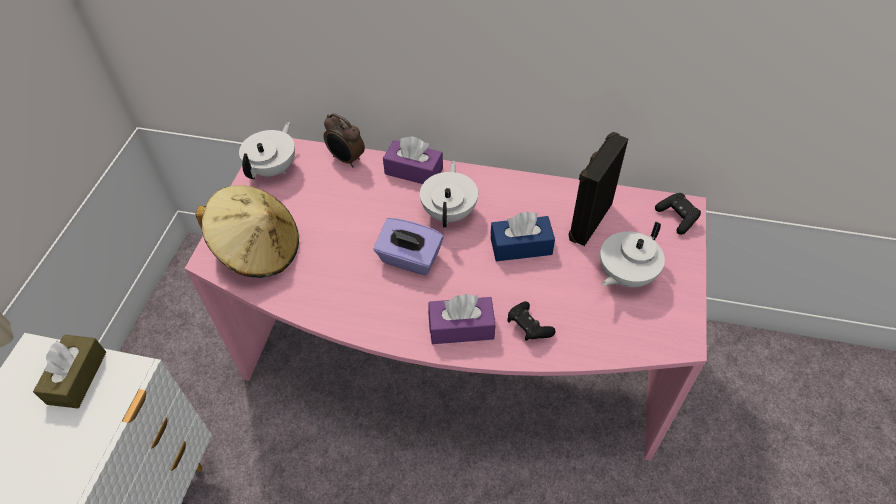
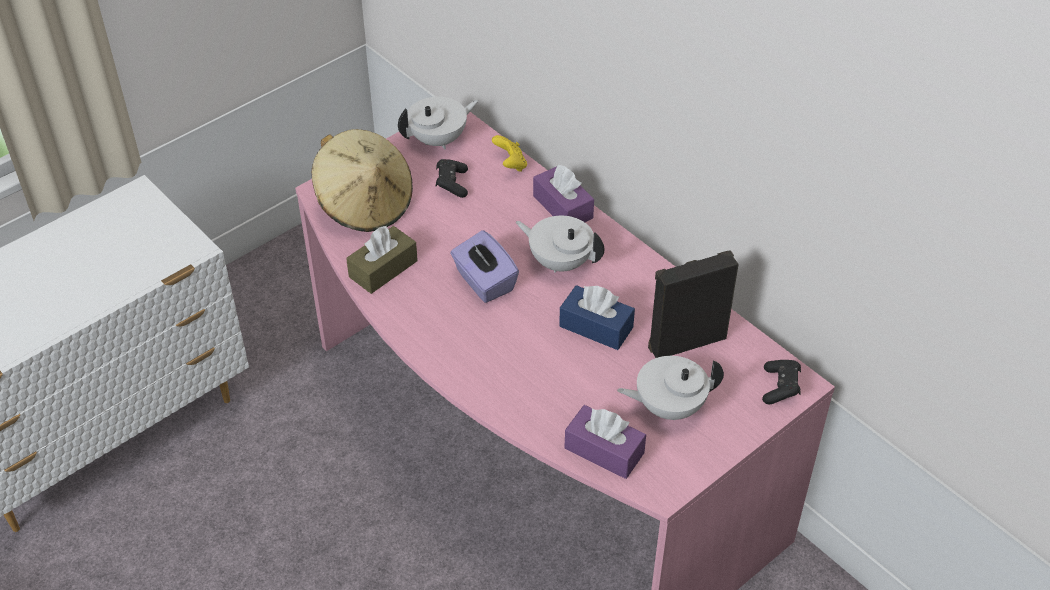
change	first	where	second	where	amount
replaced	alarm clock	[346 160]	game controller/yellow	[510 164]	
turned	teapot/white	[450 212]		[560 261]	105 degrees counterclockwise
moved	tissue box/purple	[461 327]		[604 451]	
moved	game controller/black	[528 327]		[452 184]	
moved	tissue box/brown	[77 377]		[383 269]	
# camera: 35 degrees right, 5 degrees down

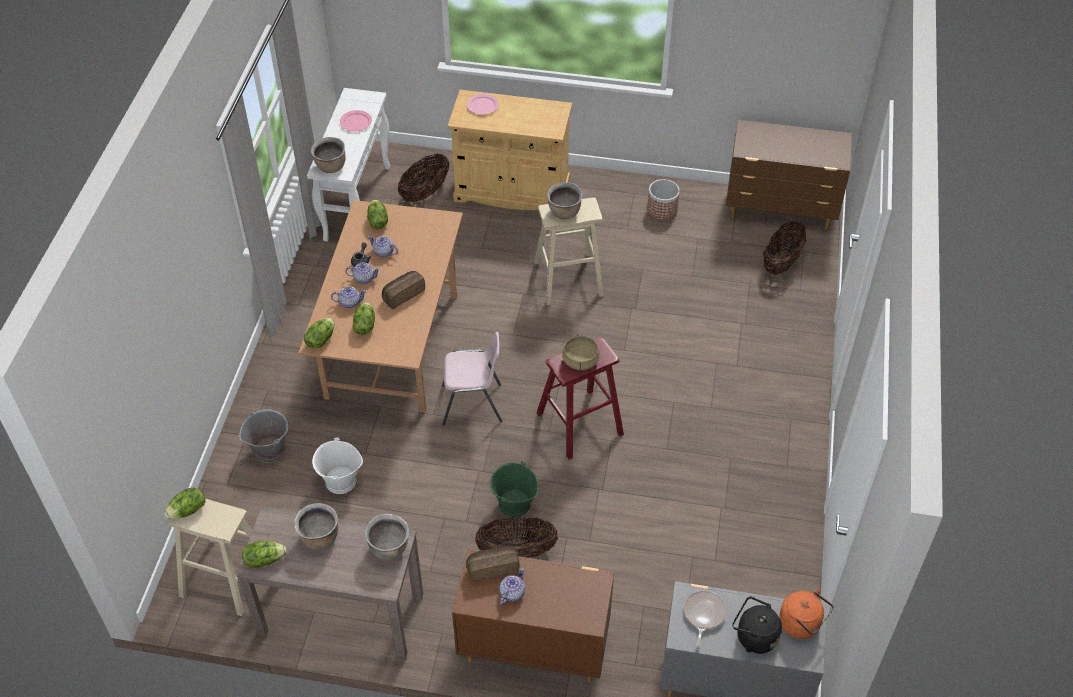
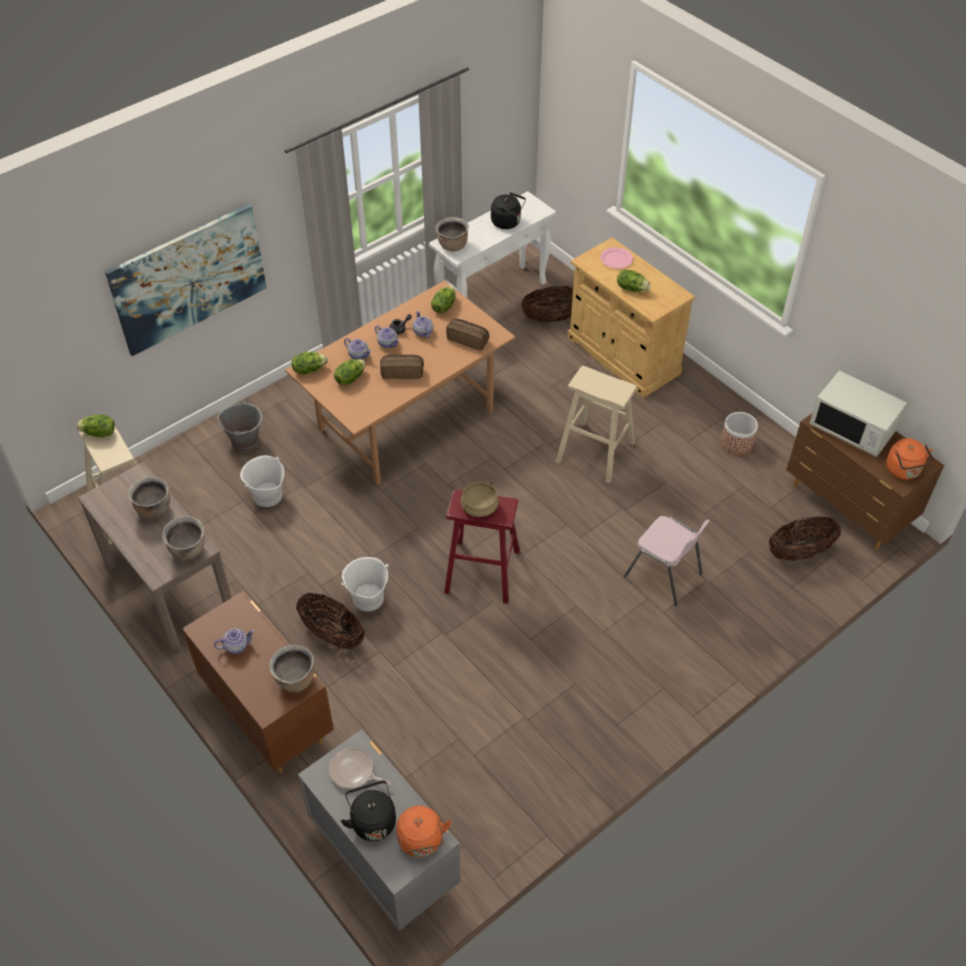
change	first	where	second	where	amount
replaced	plate/pink	[356 122]	kettle/black	[508 222]	
moved	cooking pot/brown	[564 213]		[295 680]	
moved	chair/pink	[472 404]		[663 575]	
recoloured	bucket/green	[514 504]	bucket/white	[367 598]	
moved	lettuce	[264 559]		[631 288]	
moved	bread	[492 567]		[468 339]	
turned	frying pan	[703 614]		[353 771]	120 degrees counterclockwise
added			picture	[189 279]	
added			microwave/white	[852 429]	
added			kettle/orange	[904 471]	
# camera: 40 degrees right, 0 degrees up

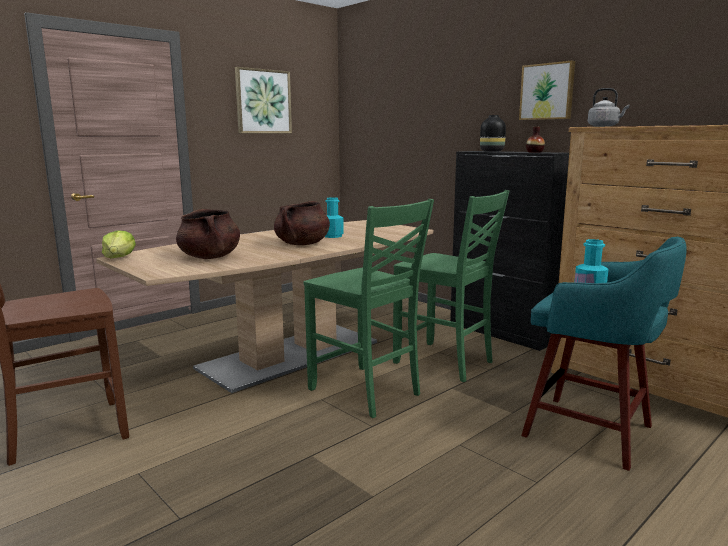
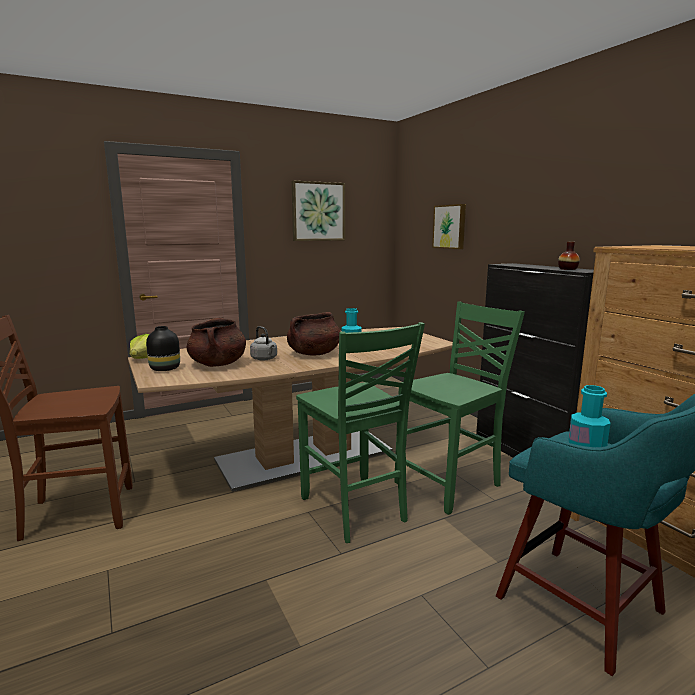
change	first	where	second	where	amount
moved	picture	[547 91]		[450 226]	
moved	kettle/grey	[604 126]		[265 359]	
moved	vase/black	[492 151]		[165 369]	
turned	chair/green	[445 362]		[451 485]	90 degrees counterclockwise
# camera: 15 degrees right, 0 degrees up

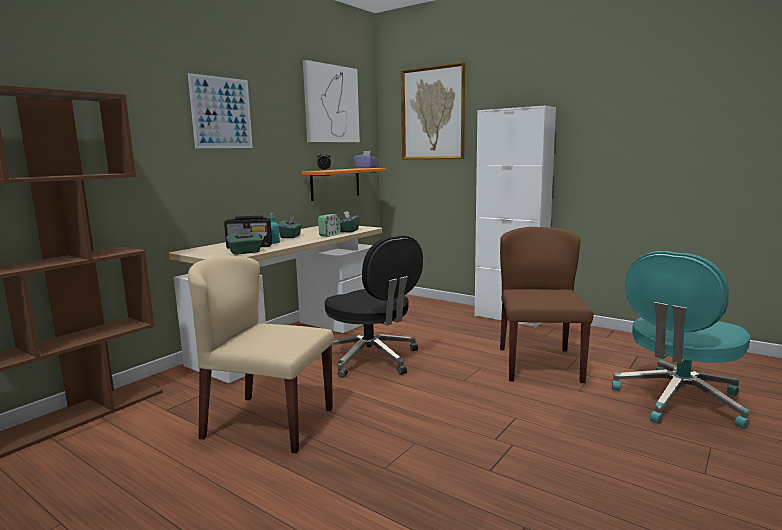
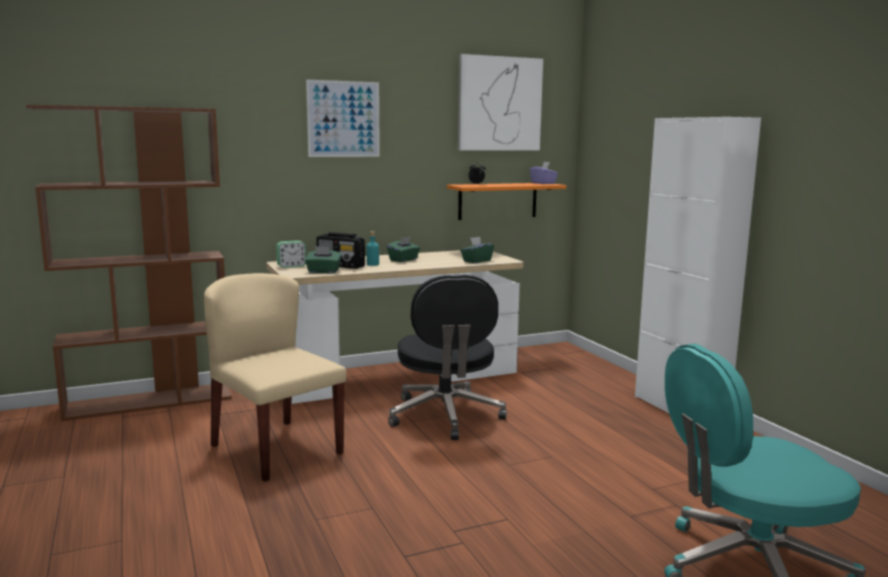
change	first	where	second	where	amount
removed	picture	[433 113]			
moved	alarm clock	[329 235]		[291 266]	
removed	chair/brown	[539 364]			
# camera: 30 degrees right, 0 degrees up

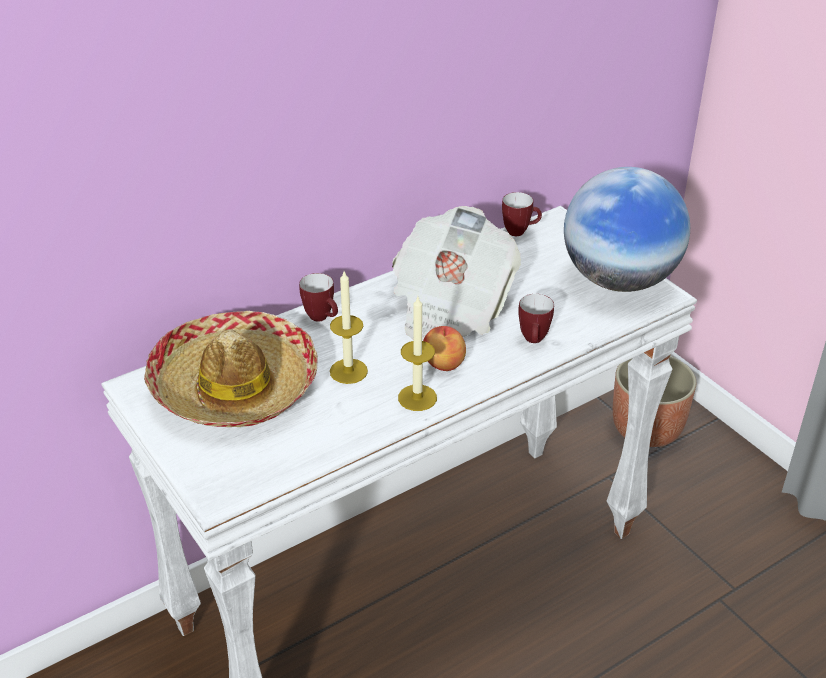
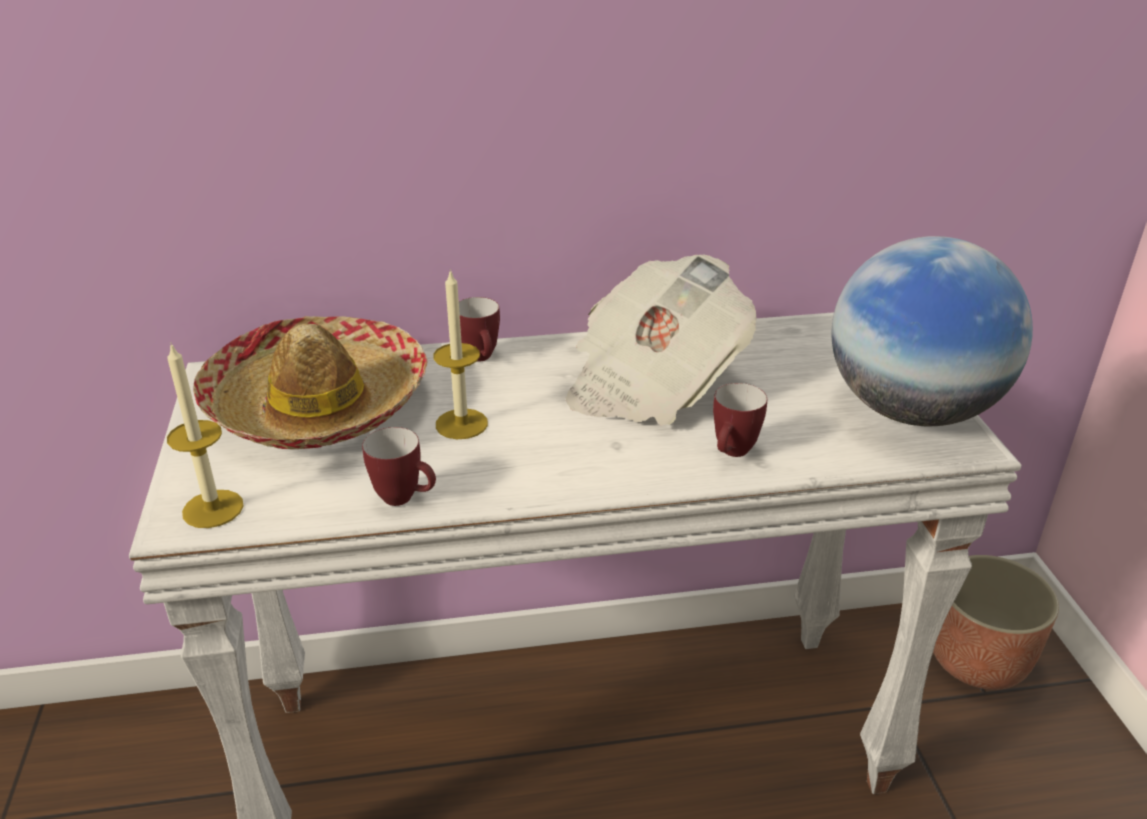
change	first	where	second	where	amount
moved	mug	[520 231]		[405 498]	
moved	candle	[417 398]		[213 509]	
removed	apple	[443 364]			
# camera: 25 degrees right, 5 degrees down

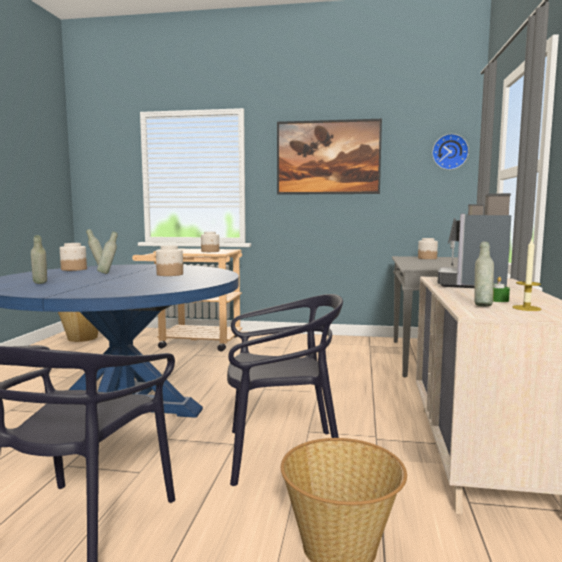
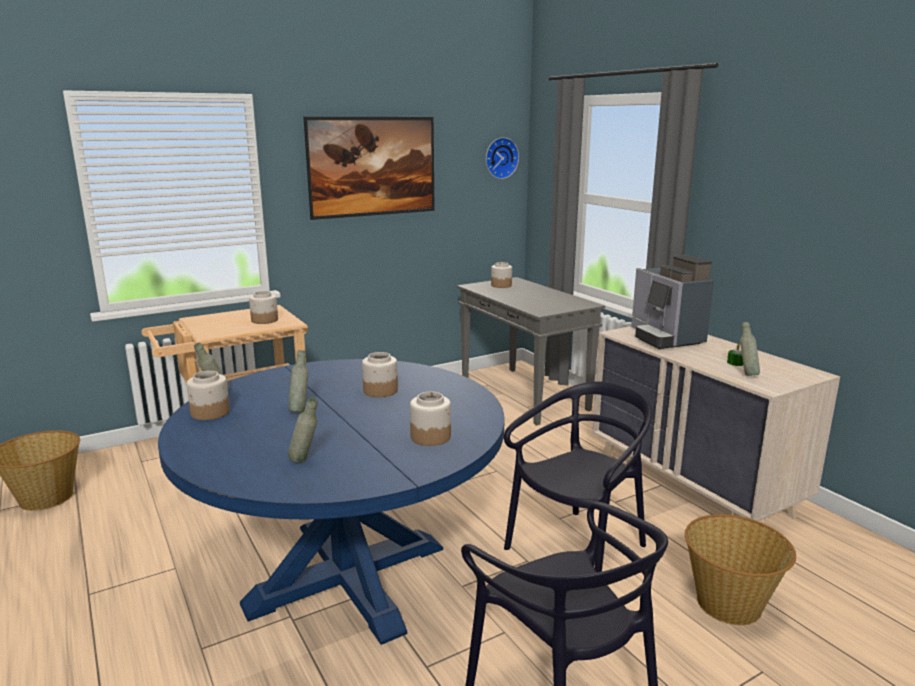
change	first	where	second	where	amount
removed	candle	[526 308]			
added			jar	[430 436]	
# camera: 40 degrees left, 10 degrees up

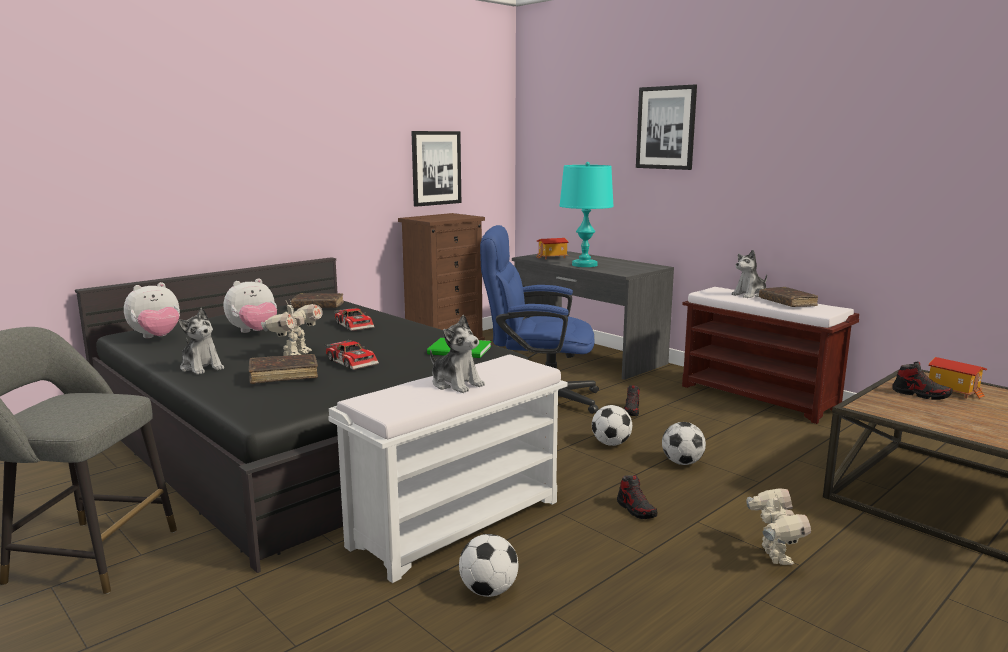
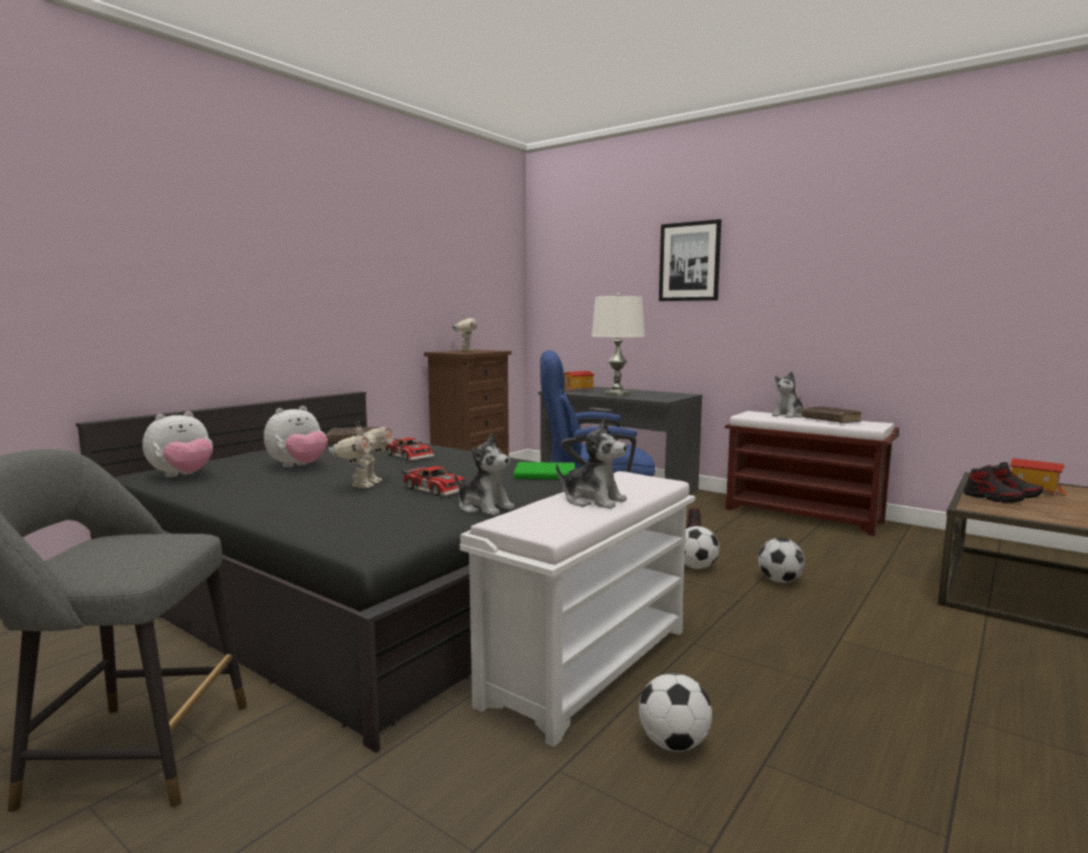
change	first	where	second	where	amount
removed	picture	[436 168]			
recoloured	table lamp/turquoise	[584 265]	table lamp/white	[617 395]	
moved	plush toy	[202 367]		[484 507]	
removed	book/brown	[284 375]			
moved	shoe	[636 509]		[993 498]	
moved	toy robot	[774 556]		[465 351]	
# camera: 10 degrees left, 5 degrees down

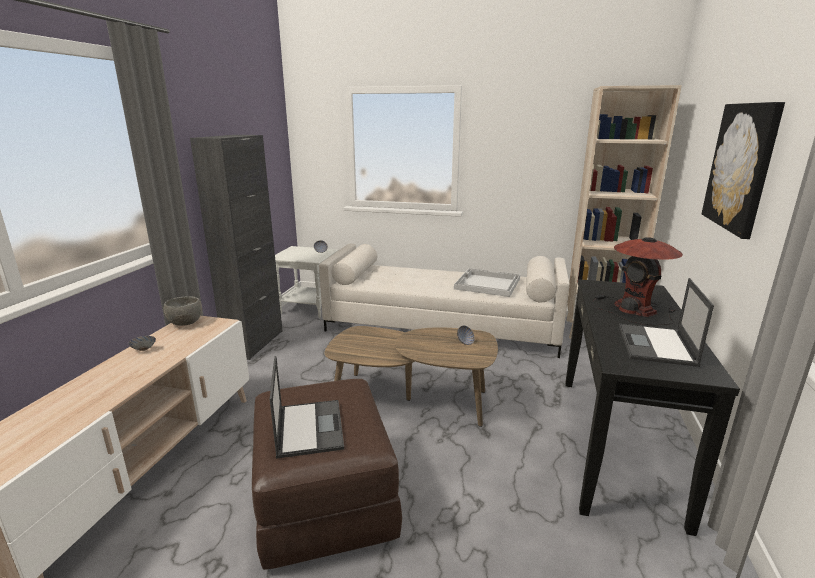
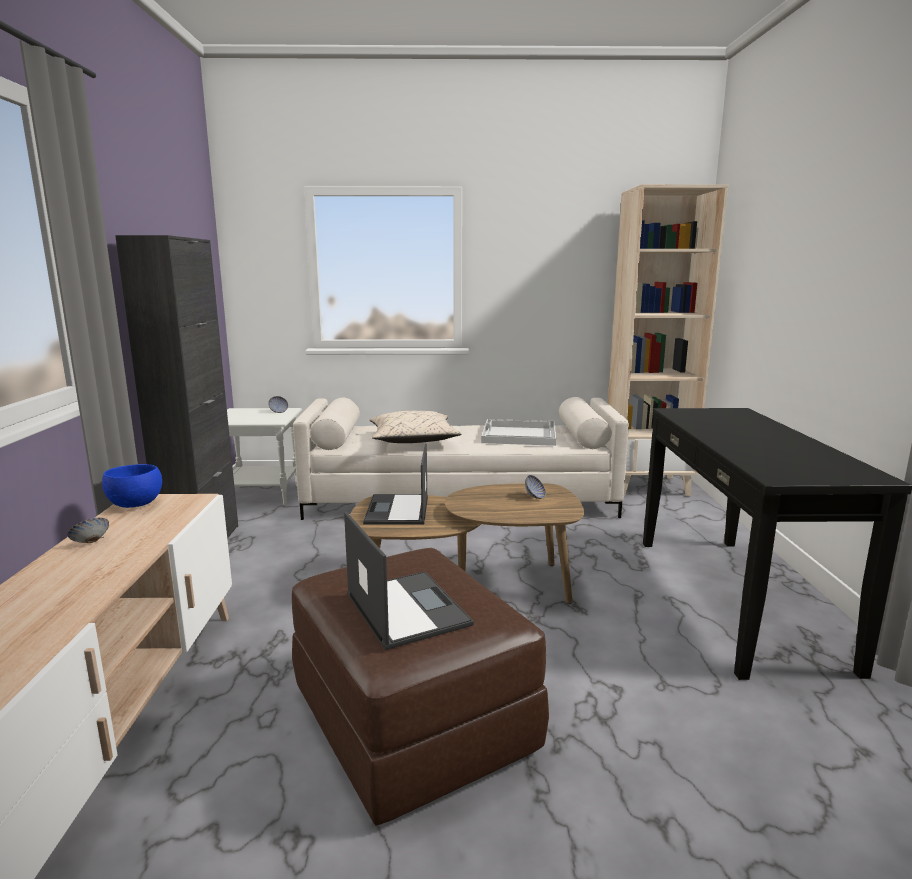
change	first	where	second	where	amount
removed	picture	[741 167]			
removed	table lamp	[635 309]			
moved	laptop	[656 345]		[397 510]	
recoloured	bowl/grey	[186 323]	bowl/blue	[136 505]	
added			pillow/beige	[413 440]	
# camera: 15 degrees left, 5 degrees down

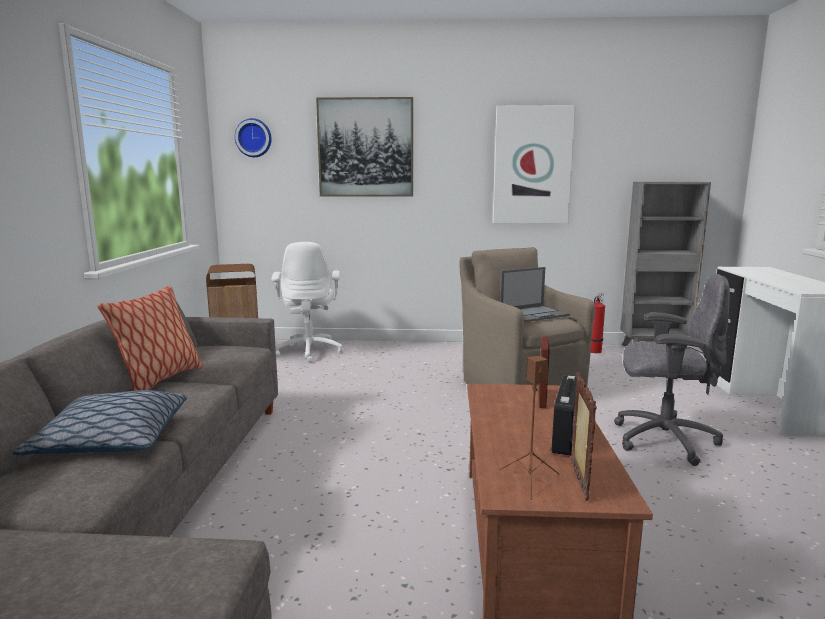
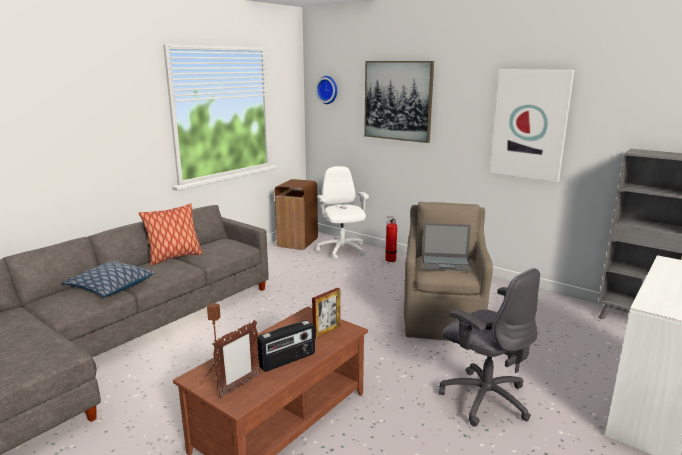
change	first	where	second	where	amount
turned	office chair/white	[310 351]		[342 251]	135 degrees clockwise
moved	fire extinguisher	[595 351]		[389 260]	
# camera: 35 degrees right, 5 degrees up

